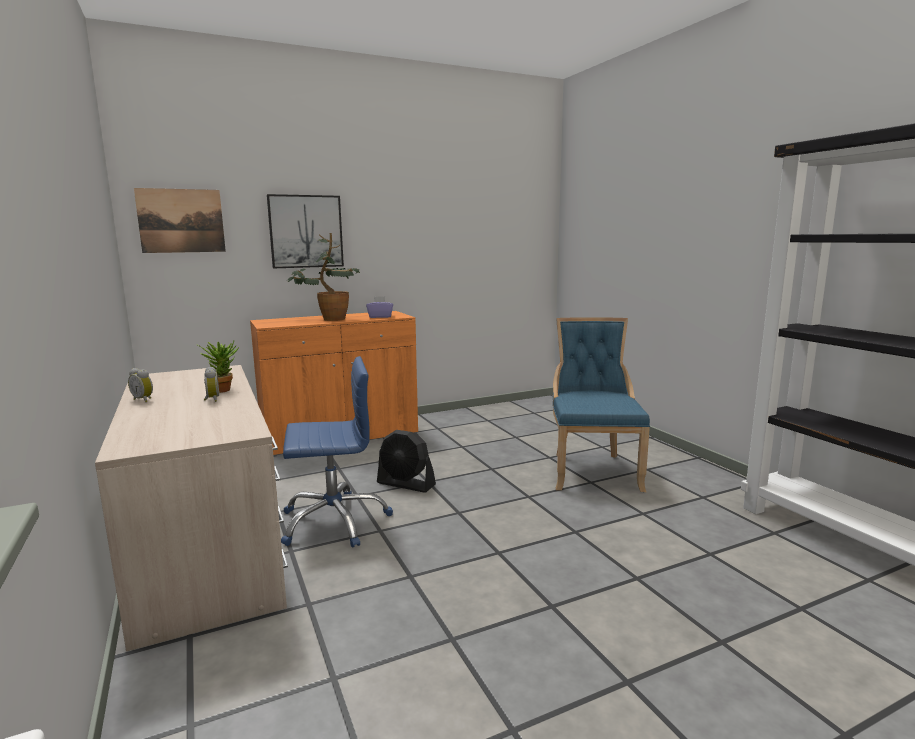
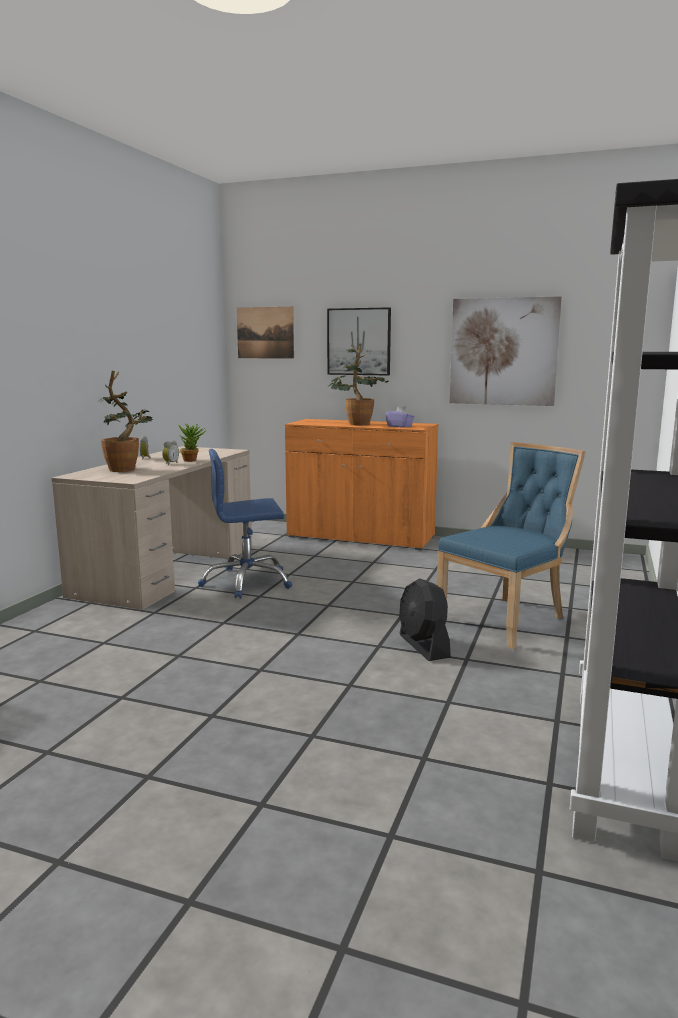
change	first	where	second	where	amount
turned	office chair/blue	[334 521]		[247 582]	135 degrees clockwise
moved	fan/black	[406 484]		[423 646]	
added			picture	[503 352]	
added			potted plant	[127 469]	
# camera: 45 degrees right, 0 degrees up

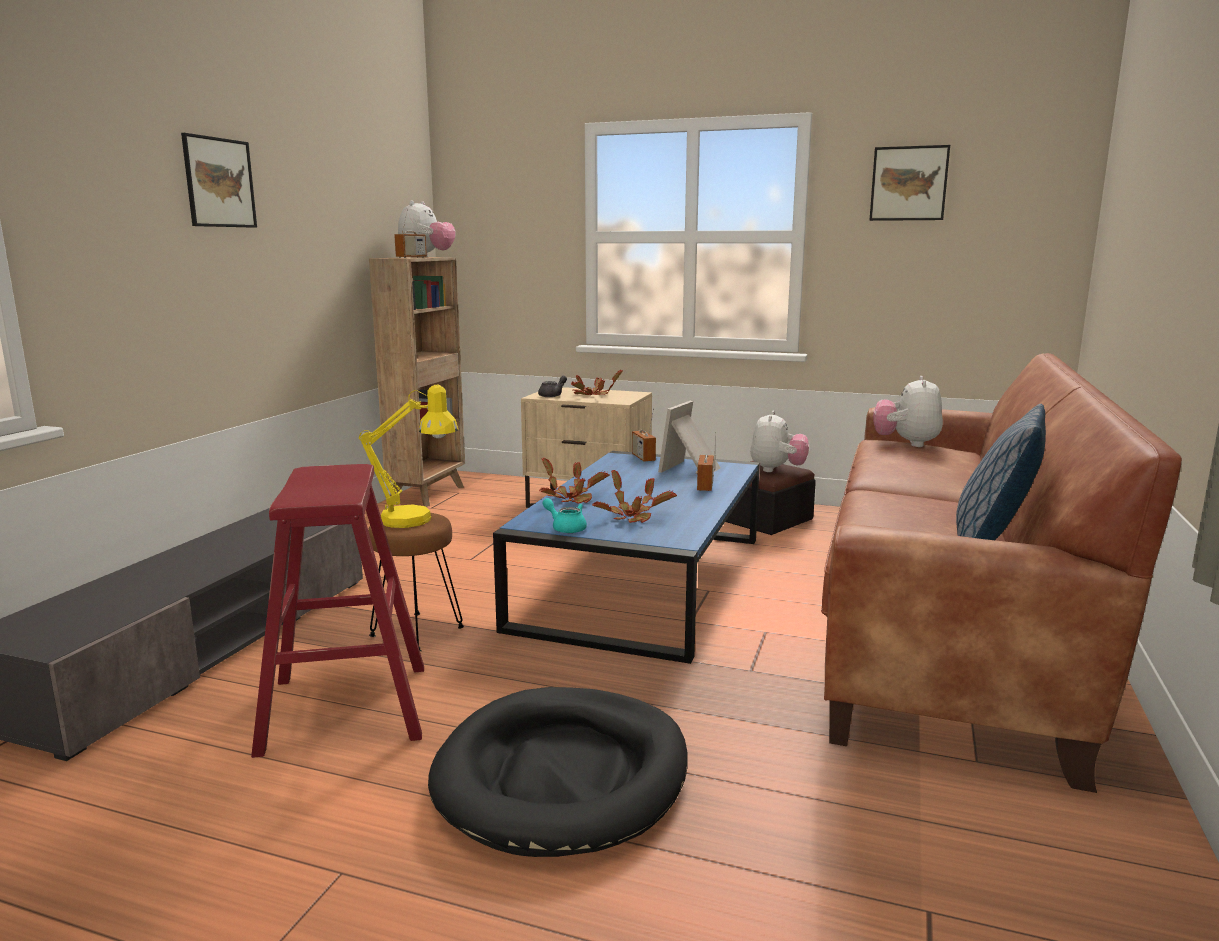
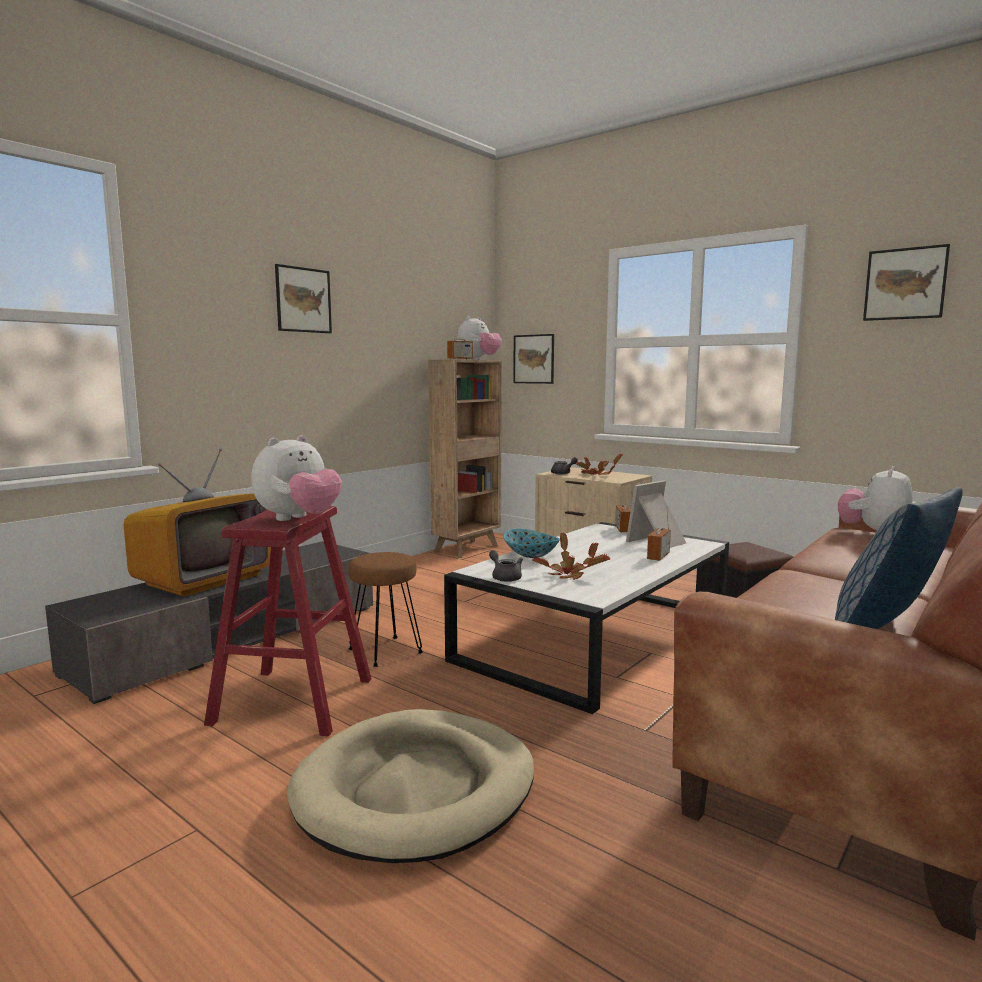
change	first	where	second	where	amount
removed	table lamp/yellow	[417 520]			
moved	plush toy	[777 470]		[299 519]	
recoloured	coffee table/blue	[644 581]	coffee table/white	[597 637]	
replaced	potted plant	[570 498]	bowl	[530 555]	
recoloured	teapot/turquoise	[566 528]	teapot/grey	[505 577]	
recoloured	dog bed/black	[563 775]	dog bed/beige	[416 790]	
added			picture	[534 359]	
added			television	[204 579]	
# camera: 20 degrees right, 5 degrees down

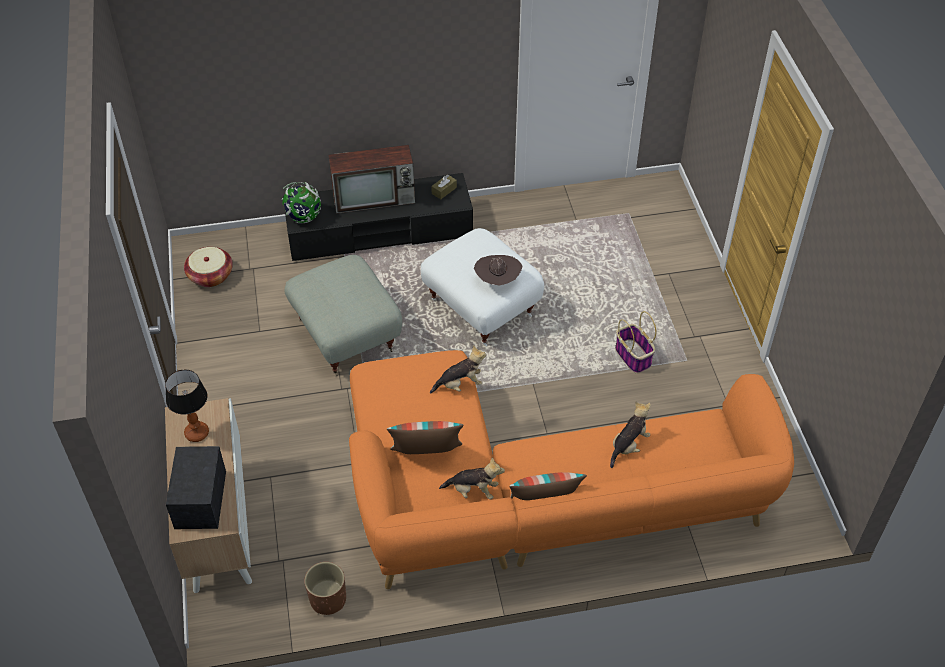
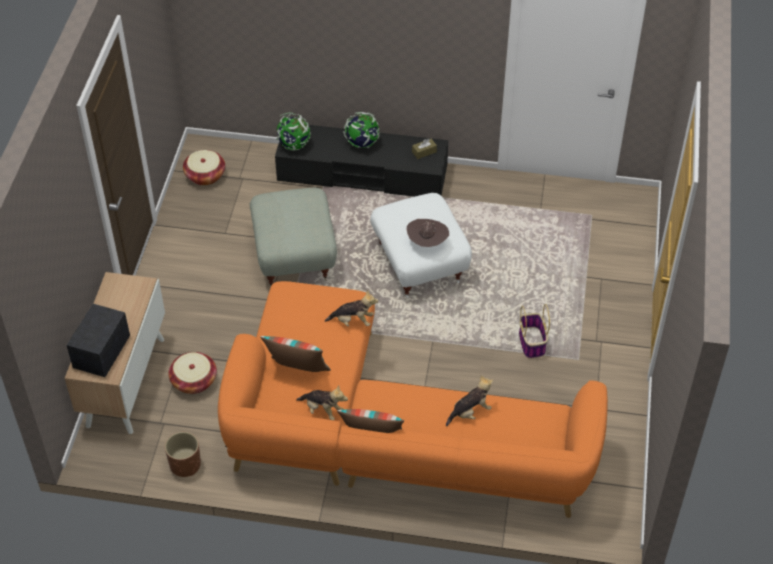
change	first	where	second	where	amount
replaced	television	[375 198]	globe	[362 143]	
removed	table lamp	[196 433]			
added			basket	[194 381]	
# camera: 20 degrees right, 0 degrees up

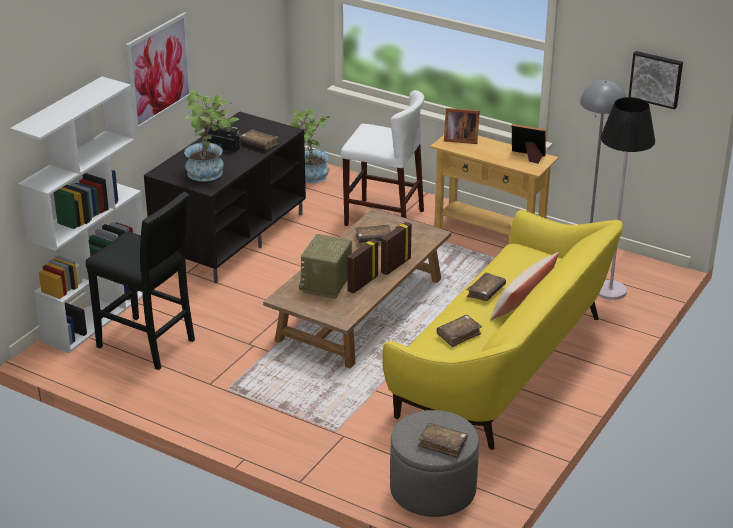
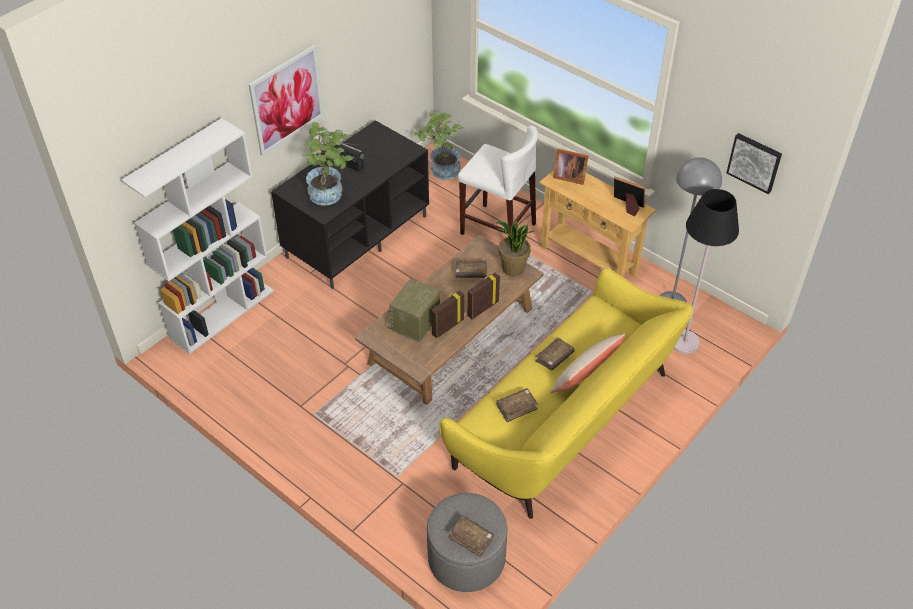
change	first	where	second	where	amount
removed	book/brown	[259 144]			
removed	stool/black	[148 344]			
added			potted plant	[513 269]	
# camera: 10 degrees right, 15 degrees up

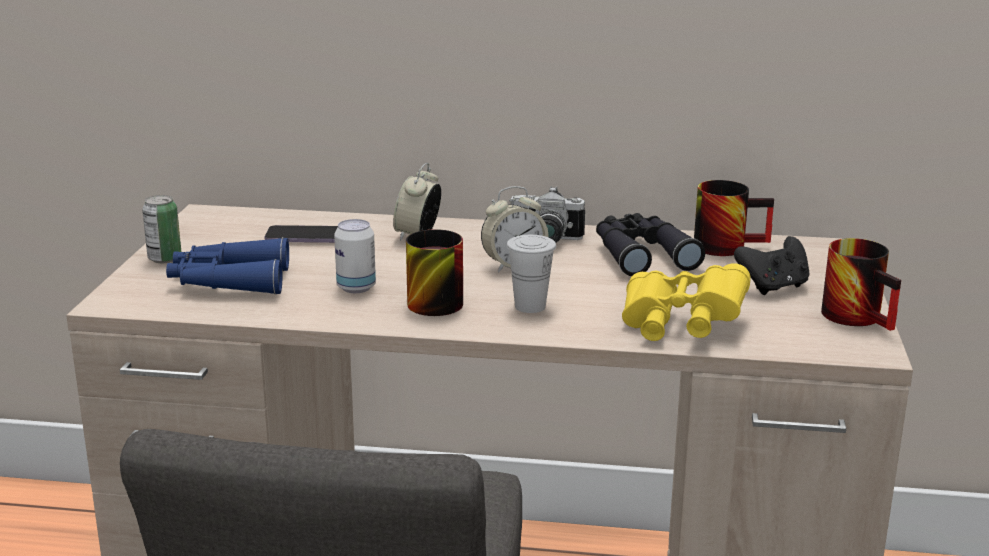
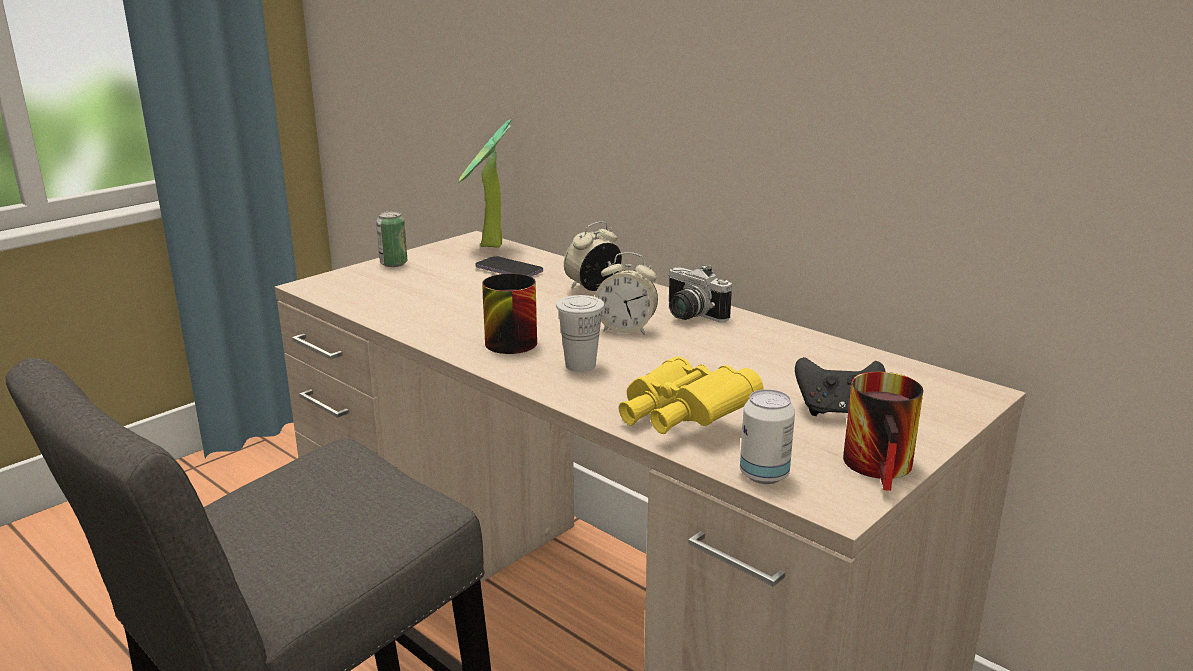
change	first	where	second	where	amount
removed	mug	[727 245]			
removed	binoculars/black	[641 255]			
moved	can	[356 288]		[764 475]	
removed	binoculars/blue	[229 281]			
added			potted plant	[488 247]	
# camera: 35 degrees right, 0 degrees up

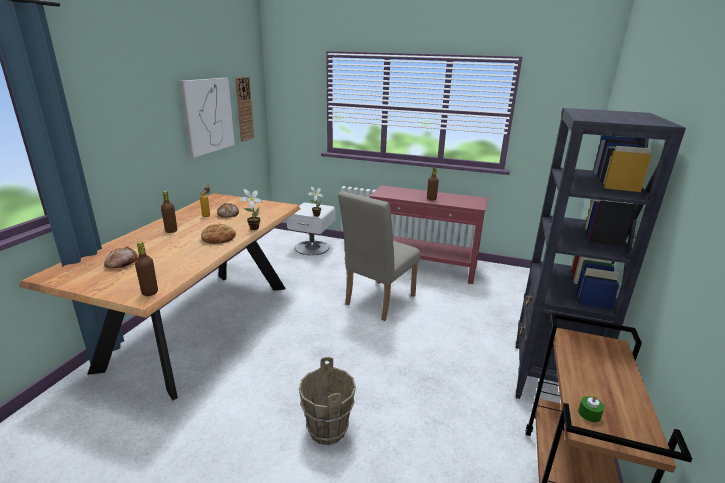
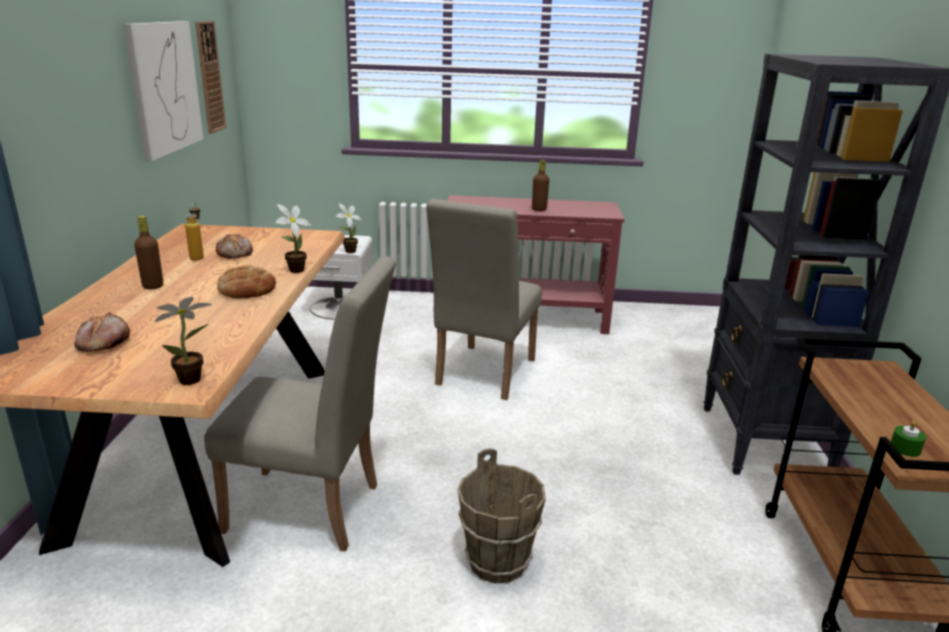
change	first	where	second	where	amount
replaced	bottle/brown	[150 292]	potted plant	[194 379]	
added			chair/beige	[314 510]	
# camera: 15 degrees left, 0 degrees up

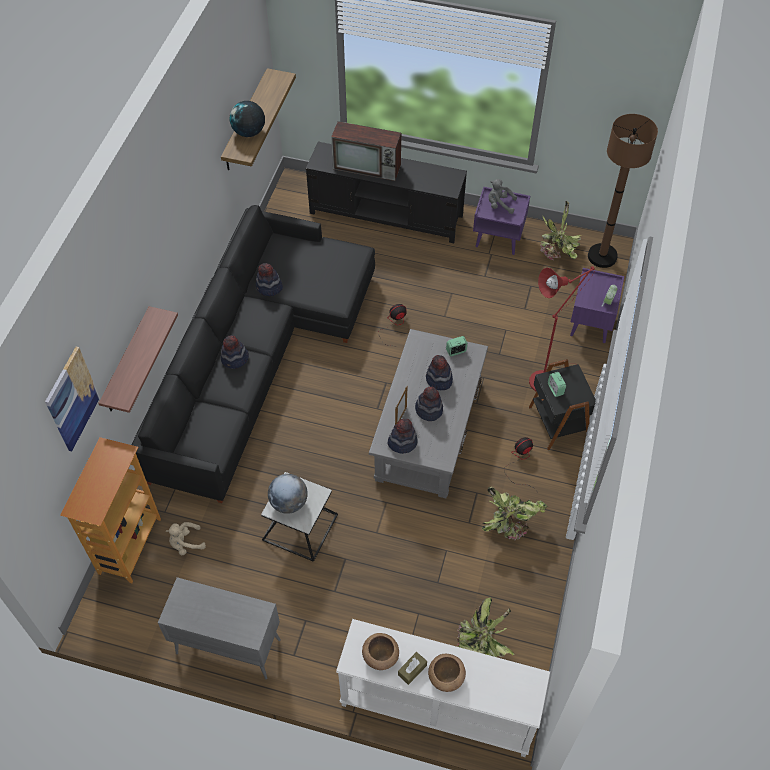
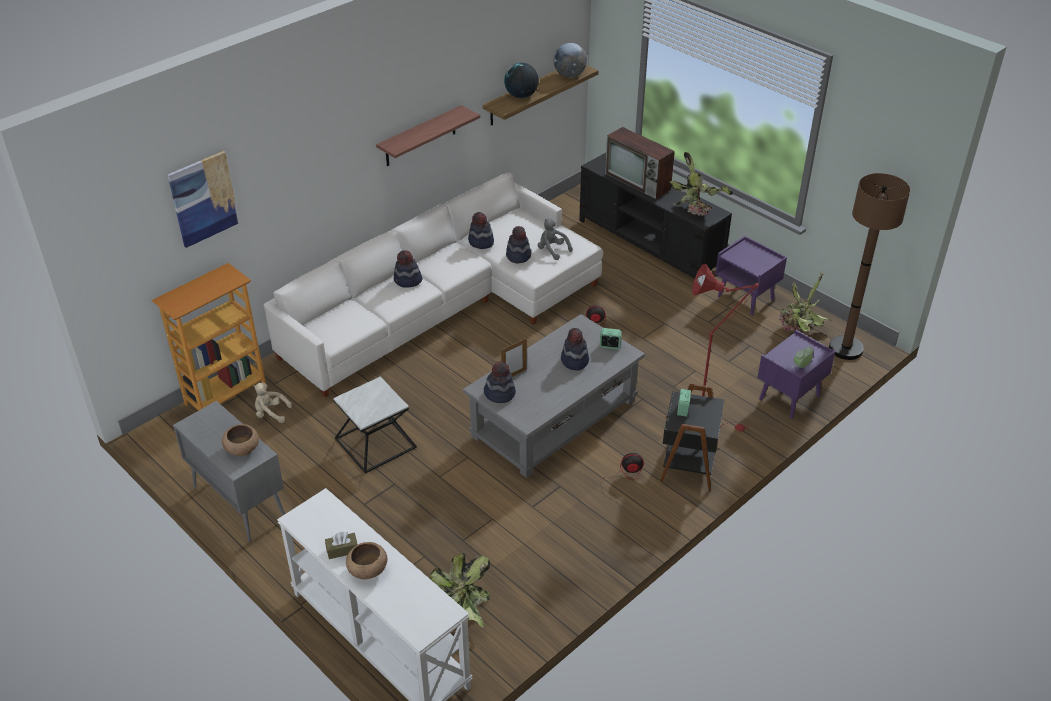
change	first	where	second	where	amount
moved	plush toy/grey	[499 205]		[552 250]	
recoloured	sofa/black	[257 356]	sofa/white	[446 305]	
moved	shelf	[127 362]		[420 136]	
moved	hat	[429 410]		[518 256]	
moved	globe	[289 503]		[570 75]	
moved	potted plant	[509 523]		[699 210]	
moved	bowl/brown	[380 655]		[242 448]	
# camera: 30 degrees right, 15 degrees down

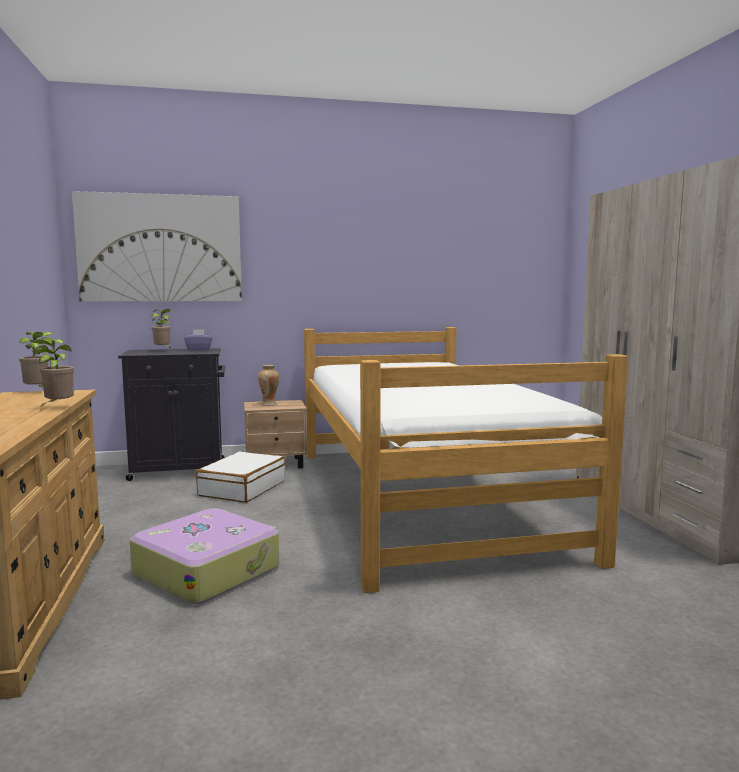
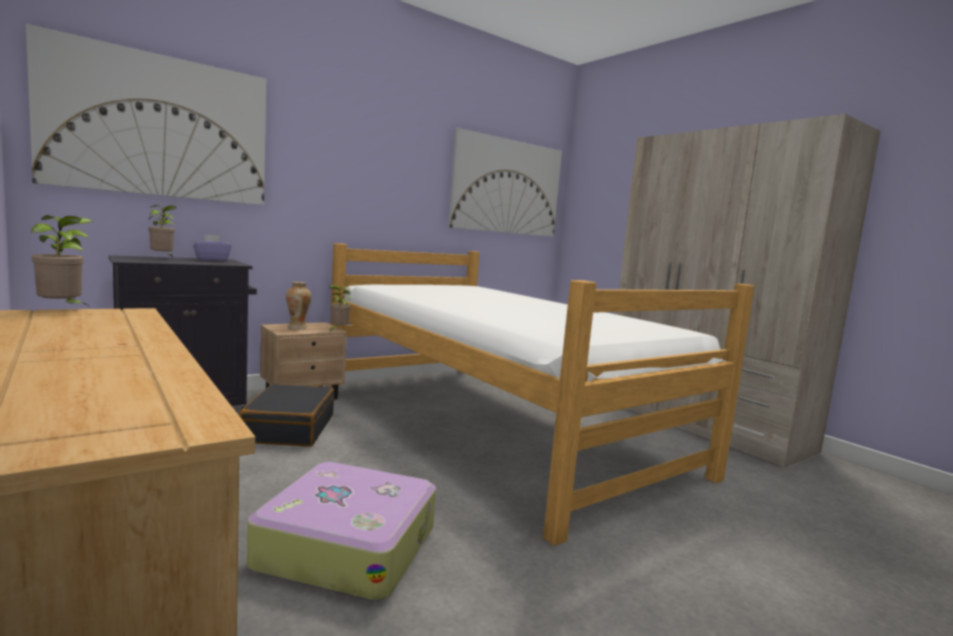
change	first	where	second	where	amount
moved	potted plant	[57 407]		[338 330]	
recoloured	suitcase/white	[242 488]	suitcase/black	[289 428]	
added			picture	[507 187]	
# camera: 25 degrees left, 0 degrees up

